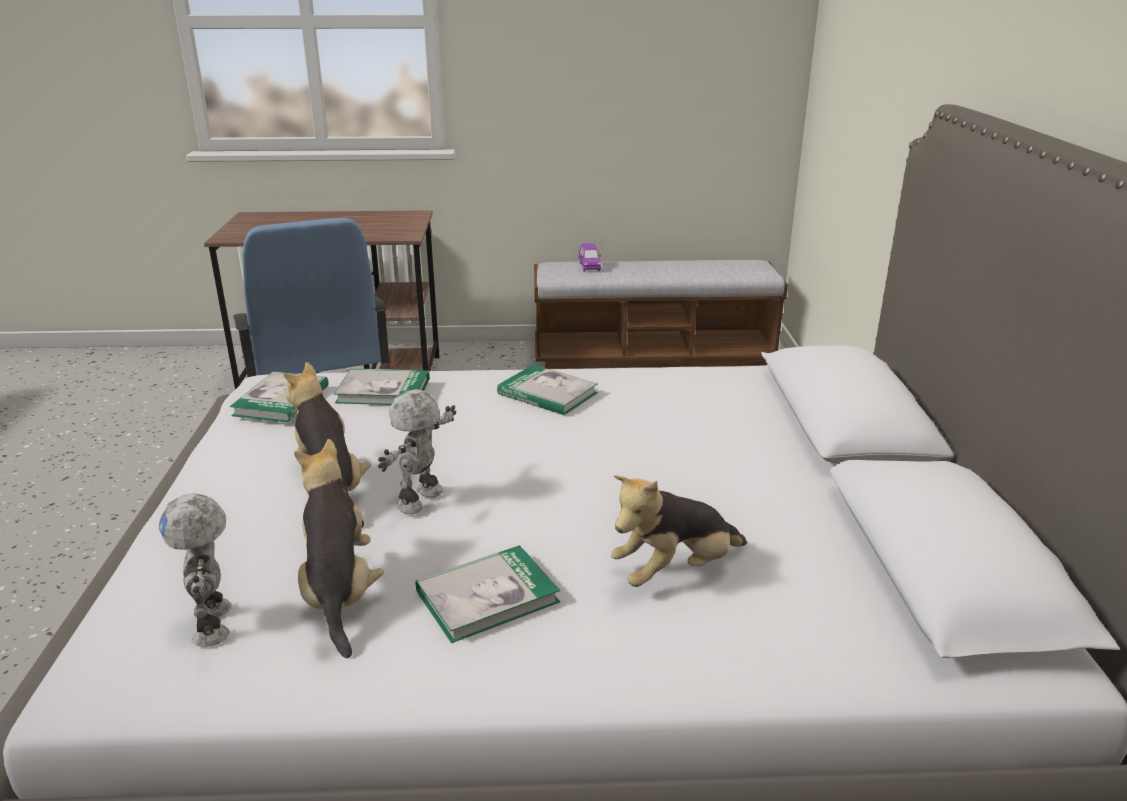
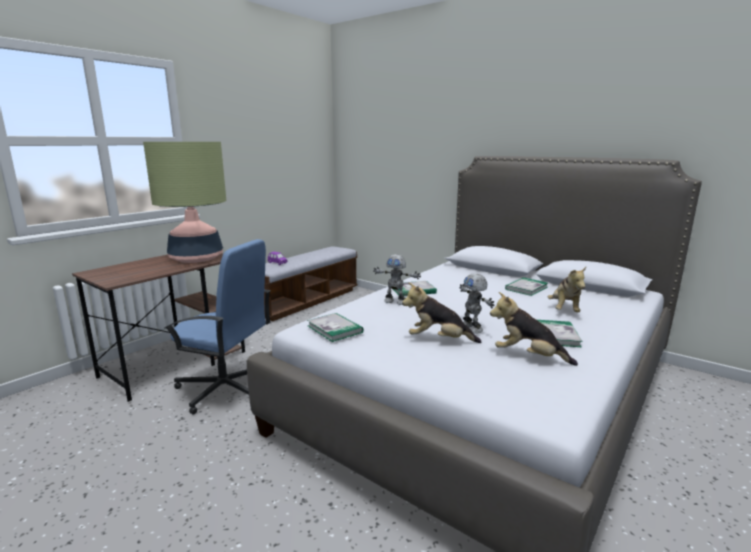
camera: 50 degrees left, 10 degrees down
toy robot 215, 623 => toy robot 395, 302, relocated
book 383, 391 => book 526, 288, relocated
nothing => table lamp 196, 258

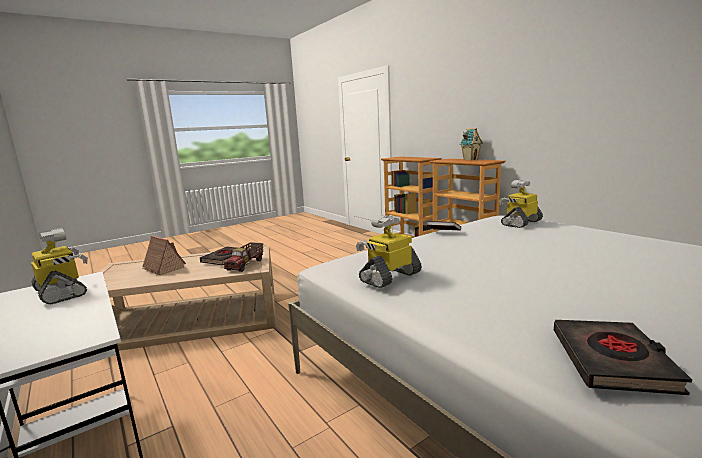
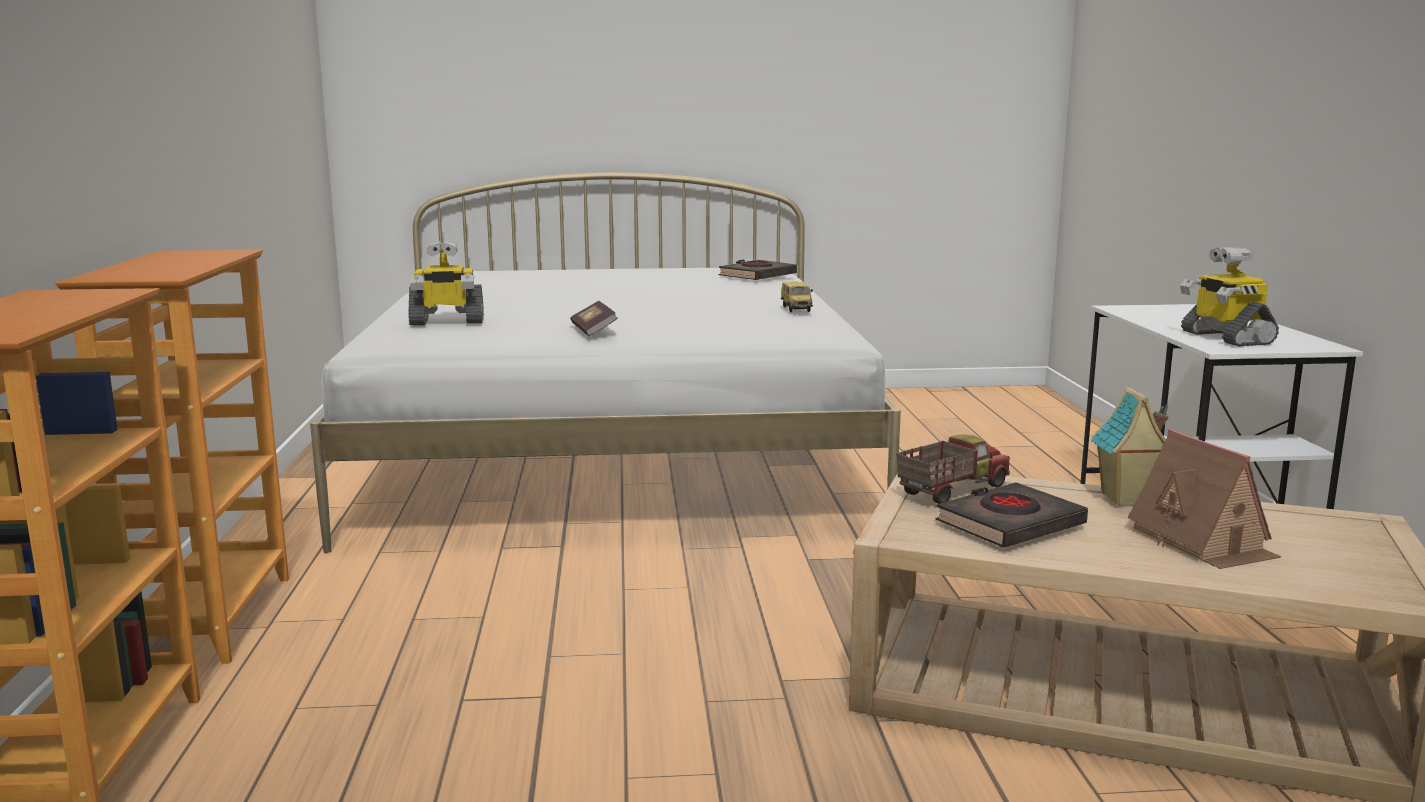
camera: 150 degrees left, 0 degrees up
toy robot 389, 277 => toy car 797, 309
toy house 470, 159 => toy house 1126, 499, relocated

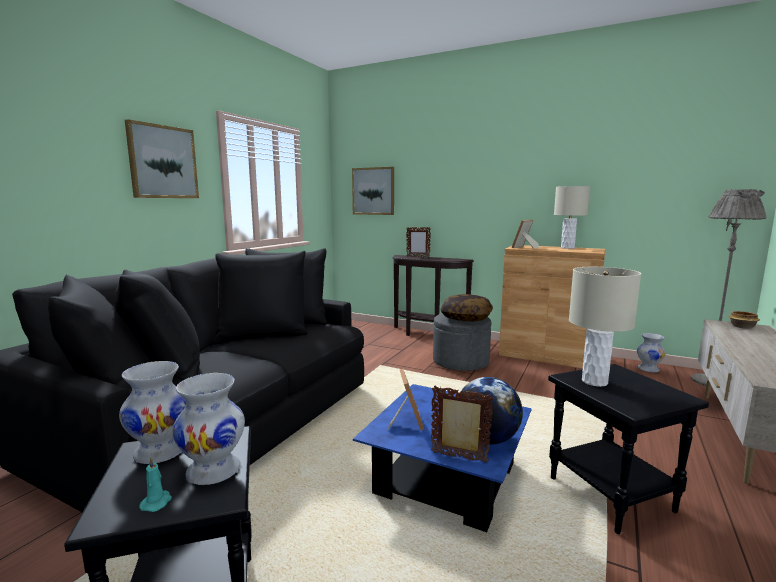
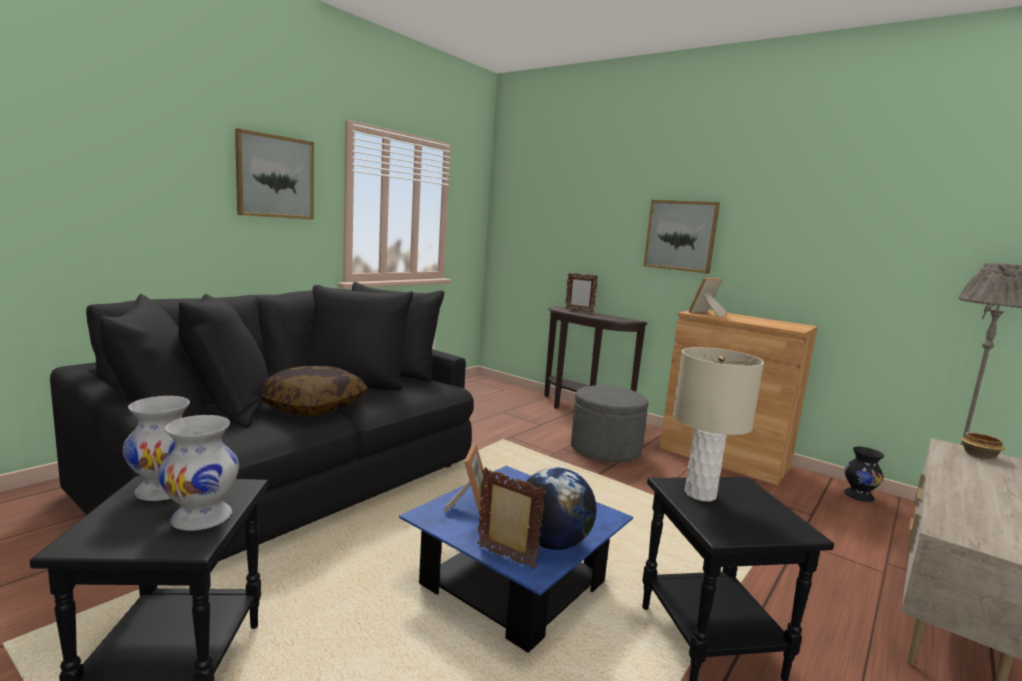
camera: 10 degrees right, 0 degrees up
candle in turquoise 157, 502 => nothing
picture 373, 191 => picture 681, 235, relocated
pillow 466, 317 => pillow 312, 407, relocated
table lamp in beige 567, 248 => nothing
vase in white 648, 369 => vase in black 858, 496

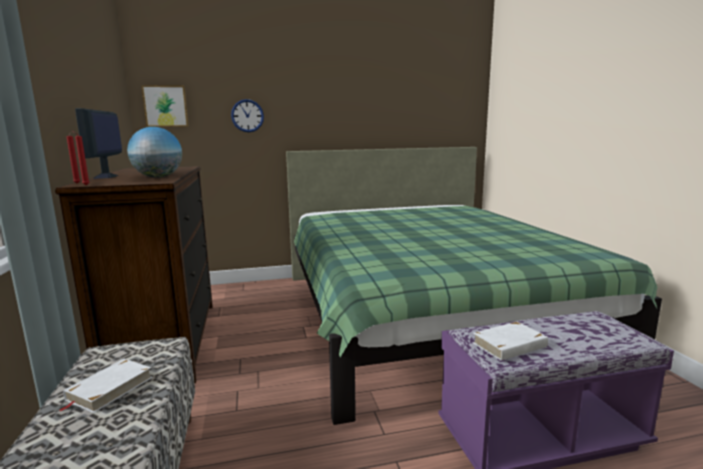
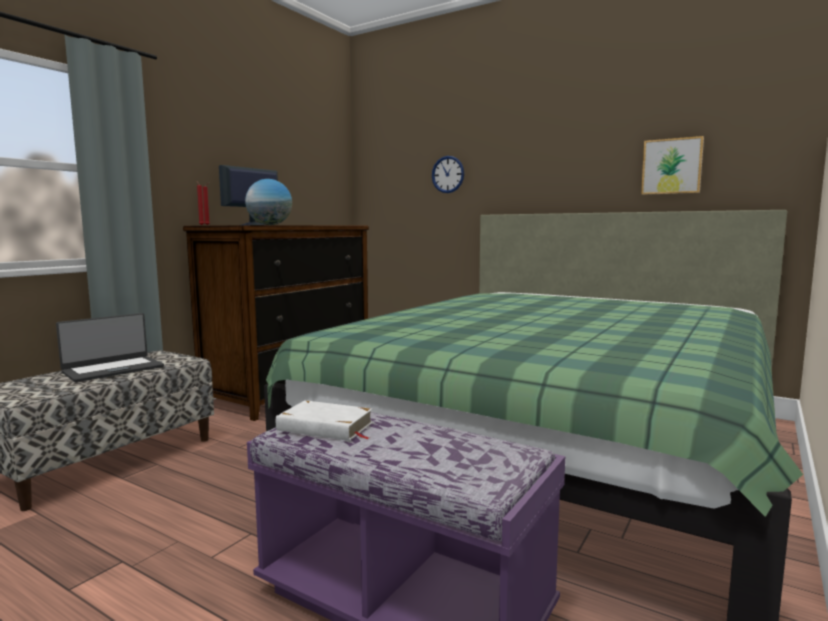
camera: 45 degrees right, 5 degrees down
book in white 109, 388 => laptop 113, 369
picture 166, 106 => picture 672, 166, relocated

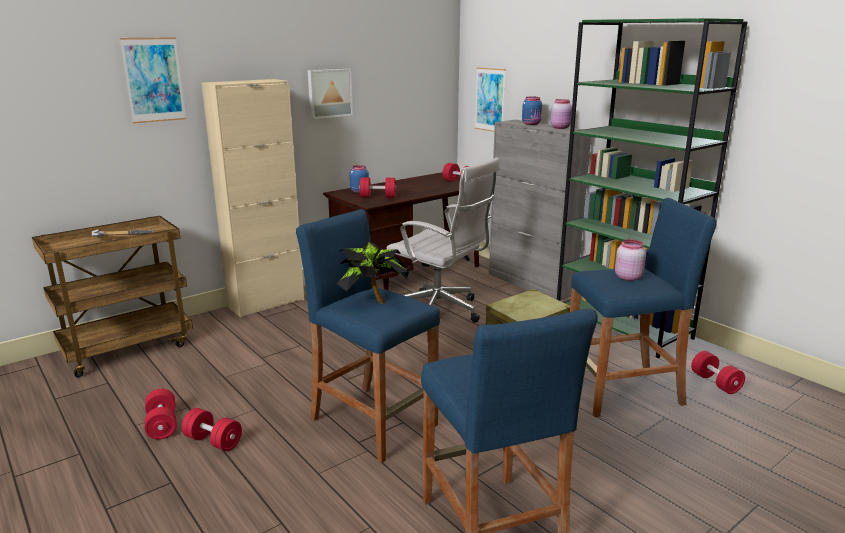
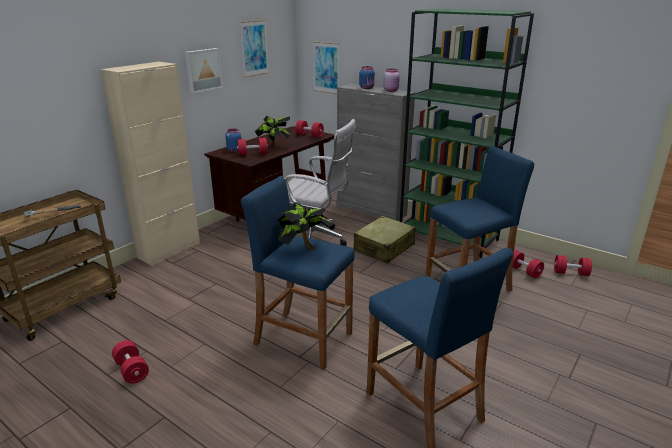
camera: 15 degrees left, 5 degrees up
picture 154, 80 => picture 254, 48, relocated
dumbbell in red 213, 441 => dumbbell in red 570, 273, relocated
jar in pink 628, 277 => nothing
nothing => potted plant 274, 146

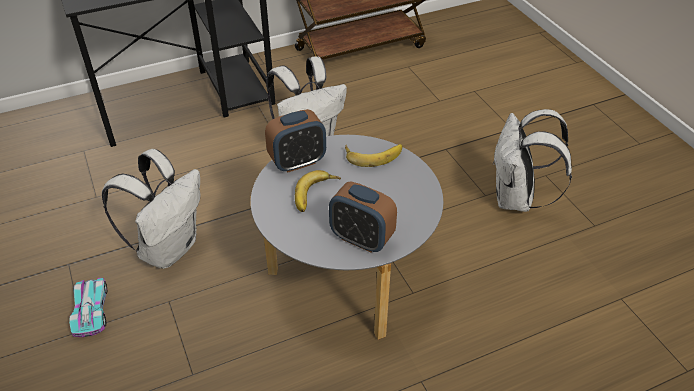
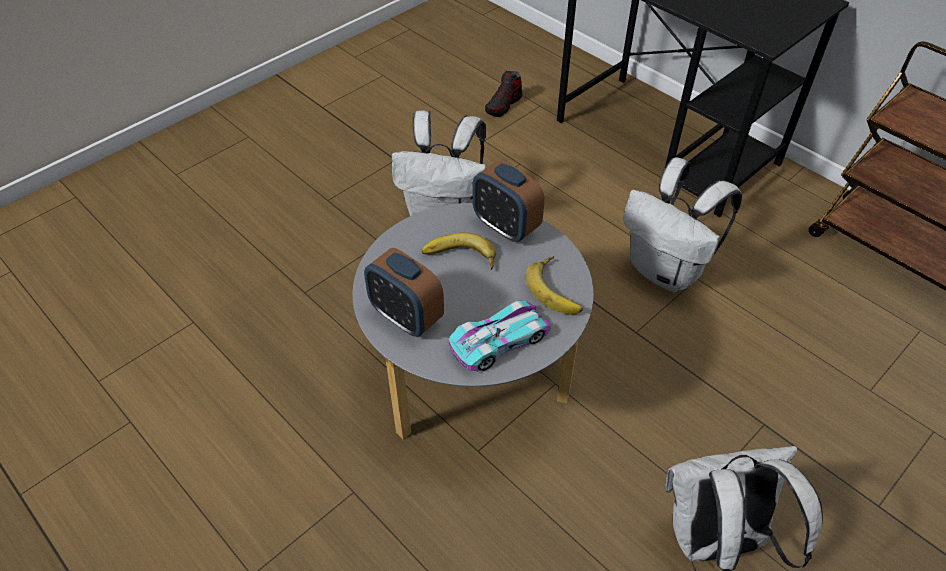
camera: 70 degrees right, 5 degrees up
toy car 91, 310 => toy car 499, 340, relocated
alarm clock 361, 239 => alarm clock 406, 317, 60 degrees counterclockwise
nothing => shoe 503, 105

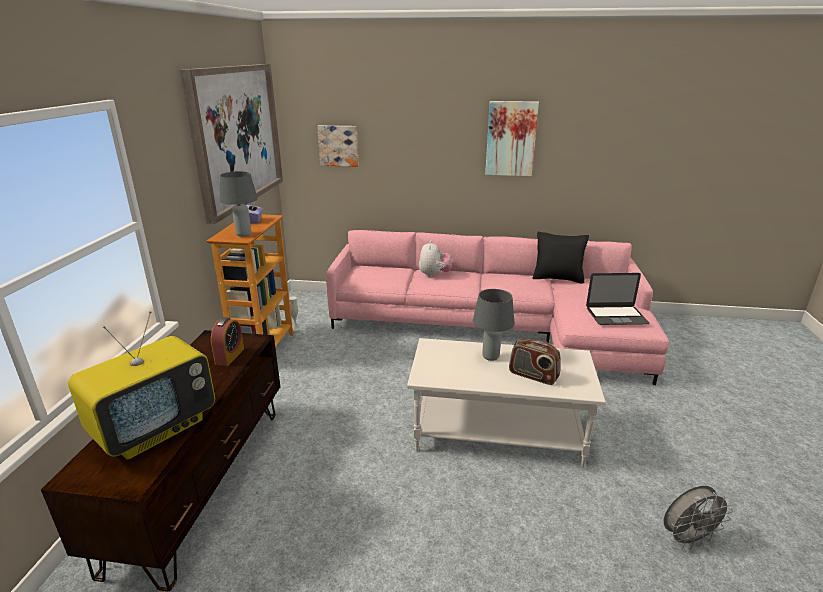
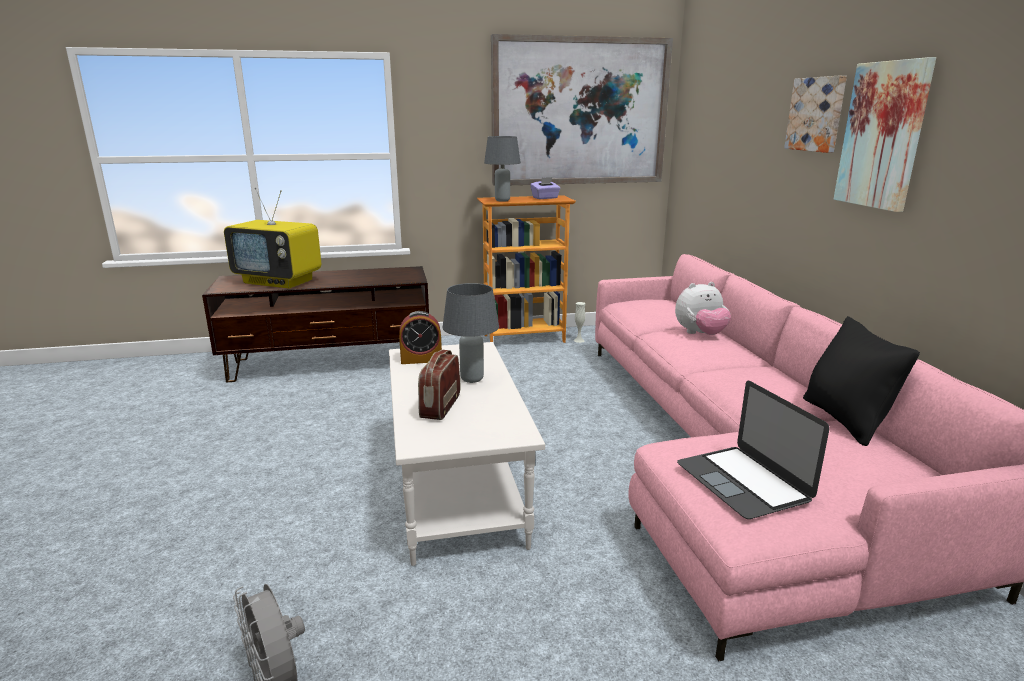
camera: 70 degrees right, 5 degrees down
alarm clock 229, 356 => alarm clock 421, 359, relocated
picture 338, 145 => picture 817, 114, relocated

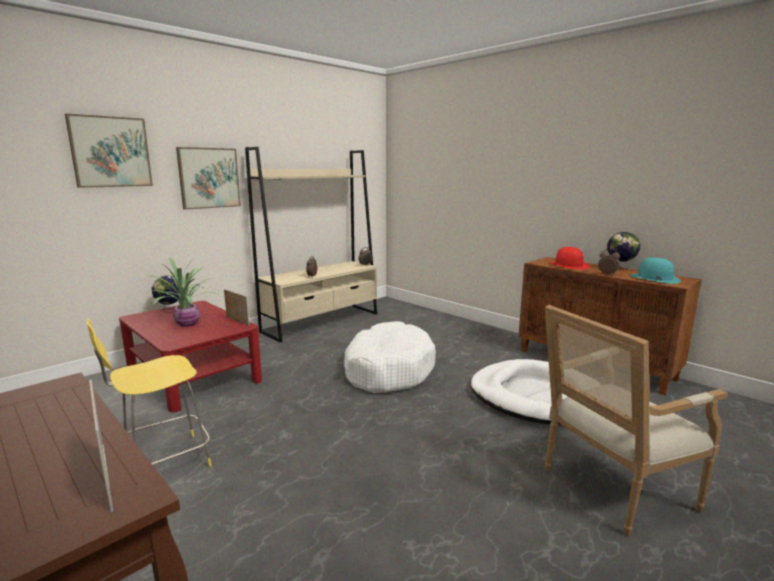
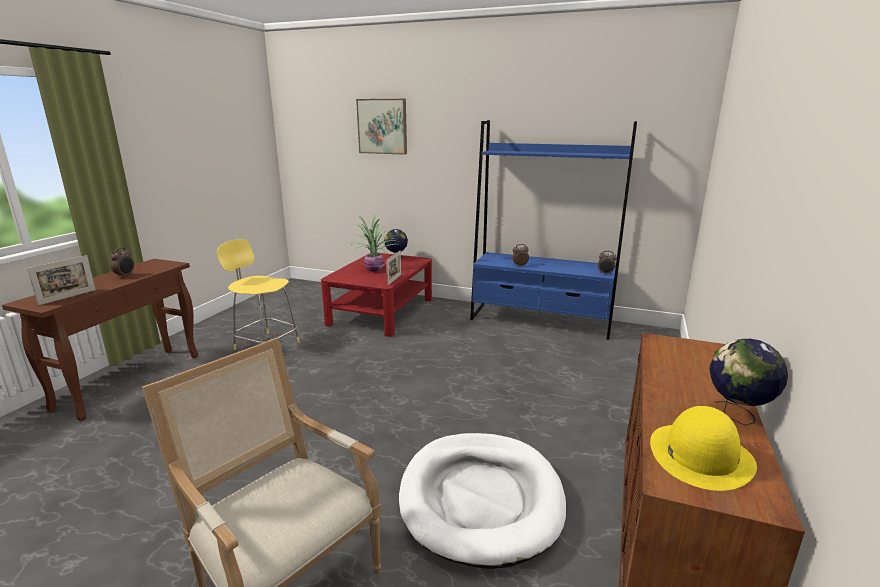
camera: 65 degrees right, 5 degrees up
picture 209, 178 => nothing
bookcase in beige 322, 322 => bookcase in blue 540, 321
dog bed in white 388, 369 => nothing
hat in red 569, 265 => nothing
alarm clock 607, 274 => alarm clock 125, 275, relocated
hat in turquoise 654, 278 => hat in yellow 700, 455

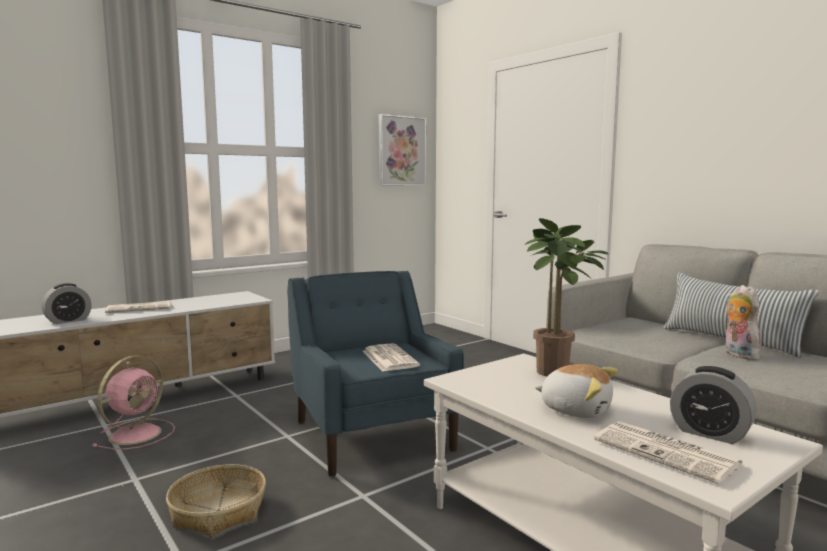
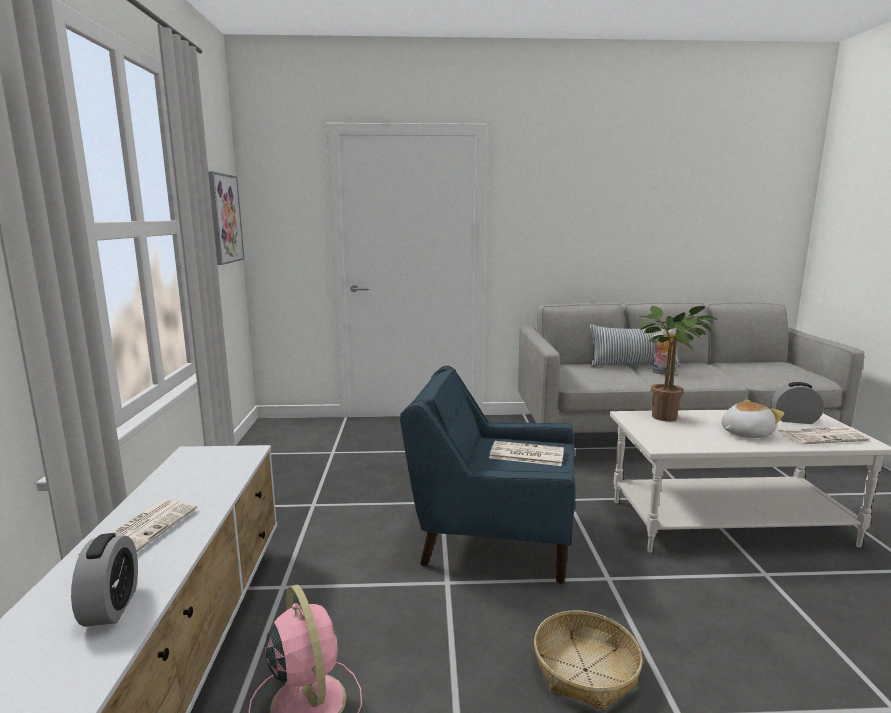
camera: 55 degrees left, 5 degrees up
alarm clock 709, 433 => alarm clock 794, 420, 150 degrees counterclockwise

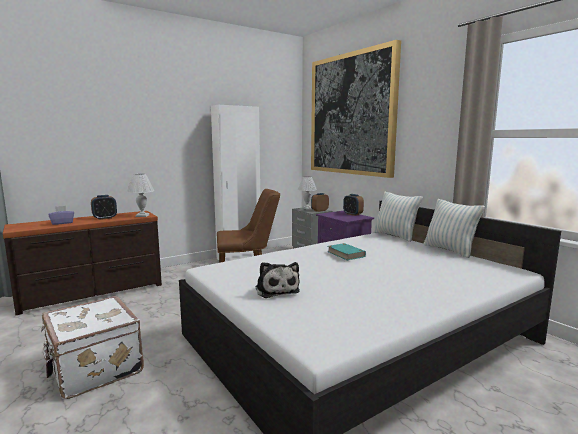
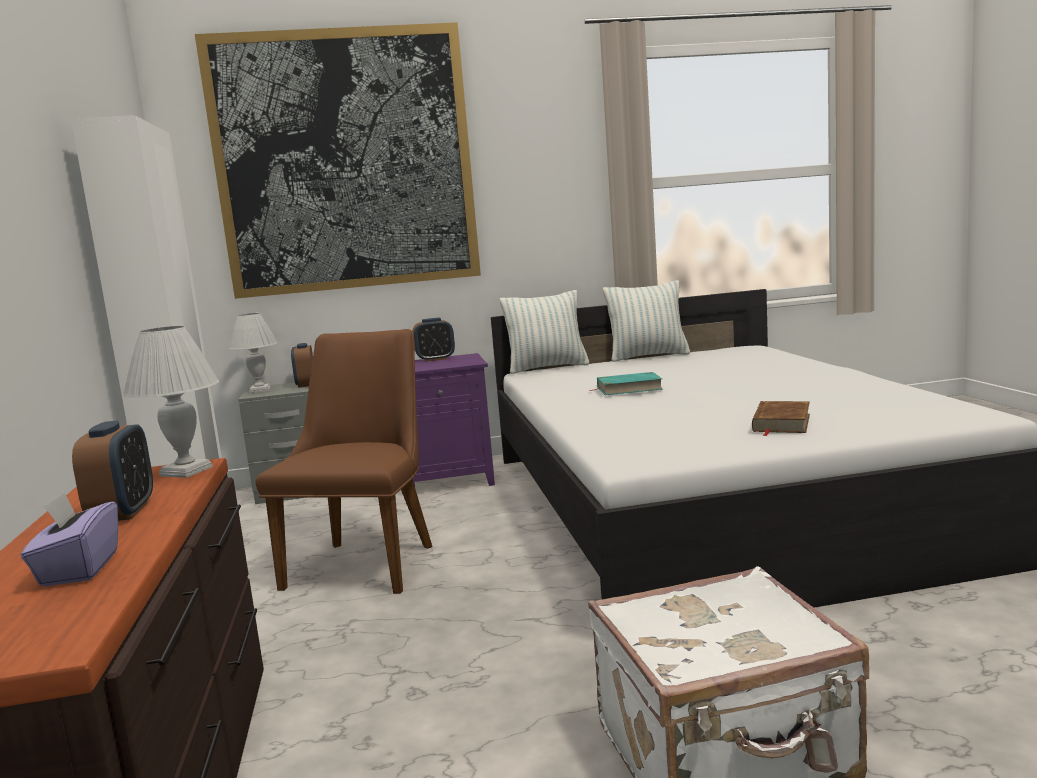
camera: 65 degrees left, 0 degrees up
plush toy 276, 290 => book in brown 781, 423

